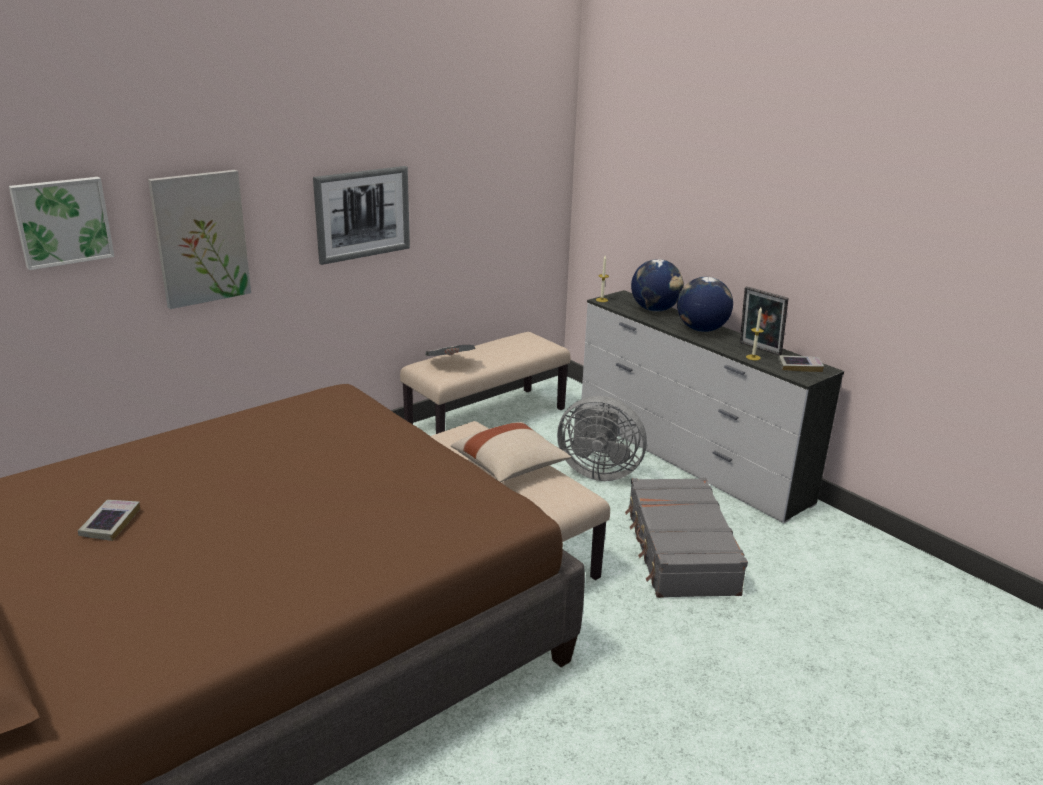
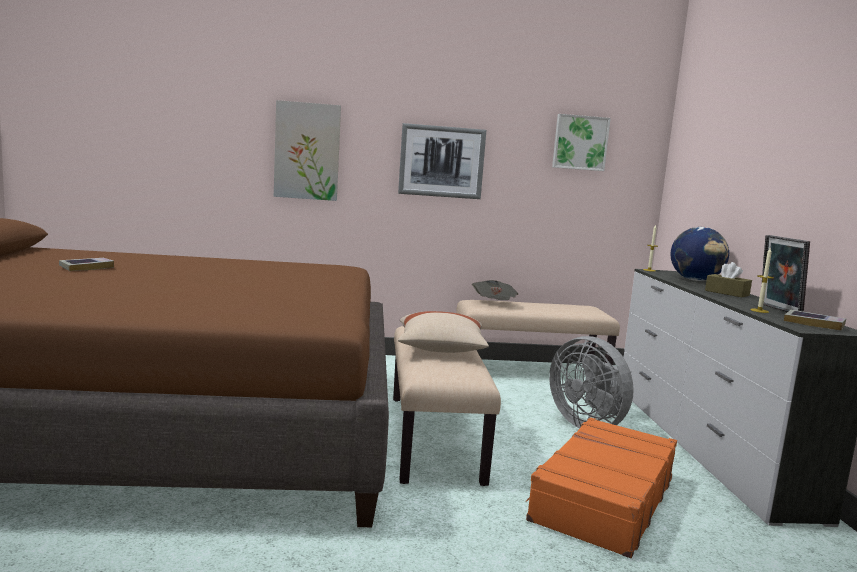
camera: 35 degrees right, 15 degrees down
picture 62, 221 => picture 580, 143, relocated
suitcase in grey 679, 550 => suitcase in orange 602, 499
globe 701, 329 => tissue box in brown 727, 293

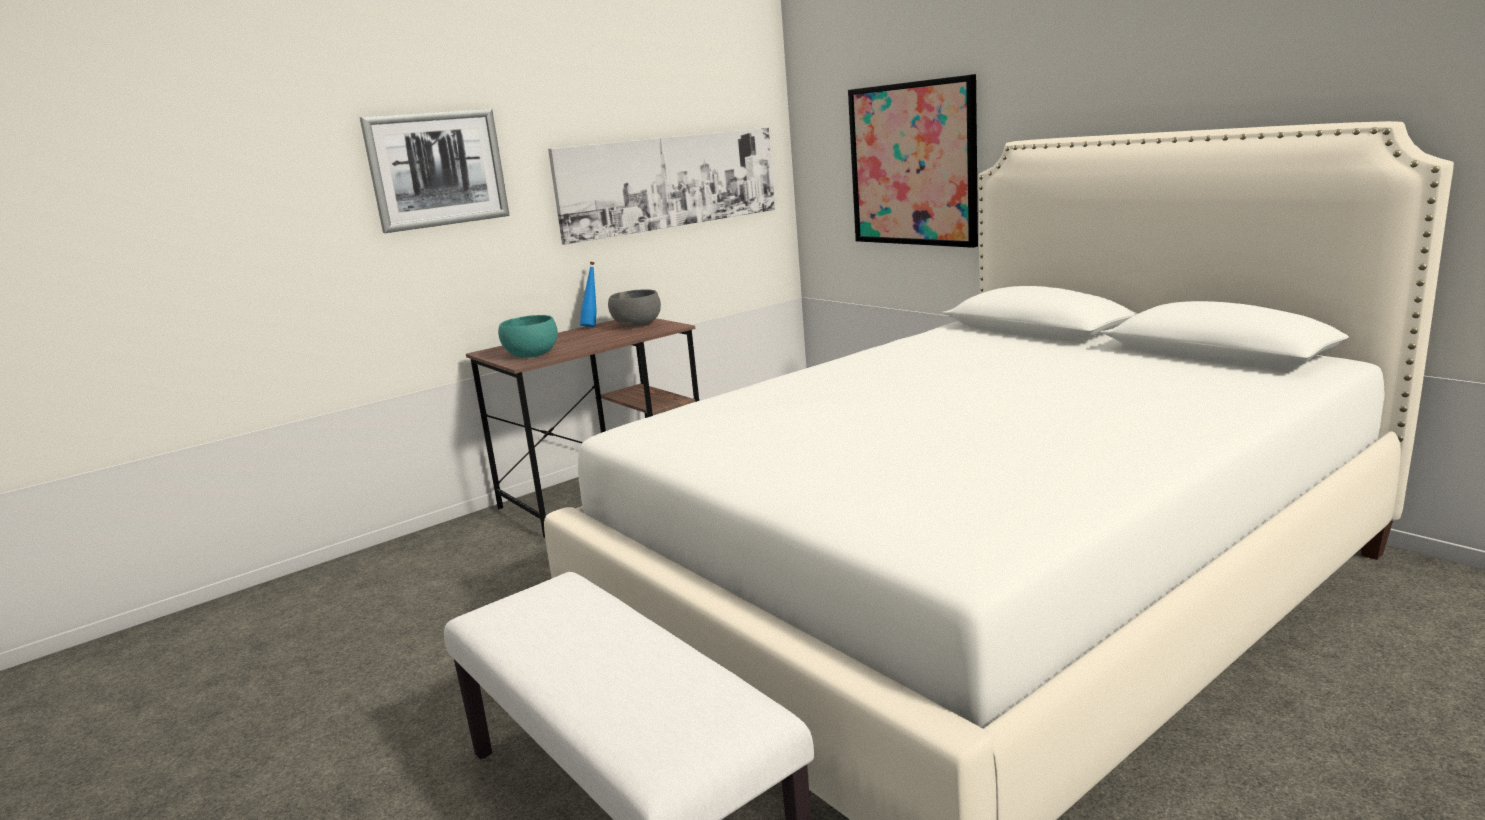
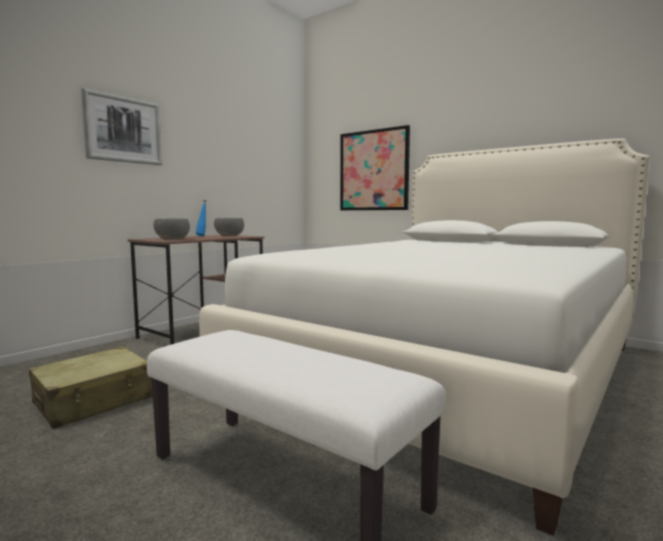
camera: 15 degrees left, 10 degrees down
bowl in turquoise 532, 354 => bowl in grey 172, 239
picture 670, 182 => nothing
nothing => suitcase in beige 94, 401

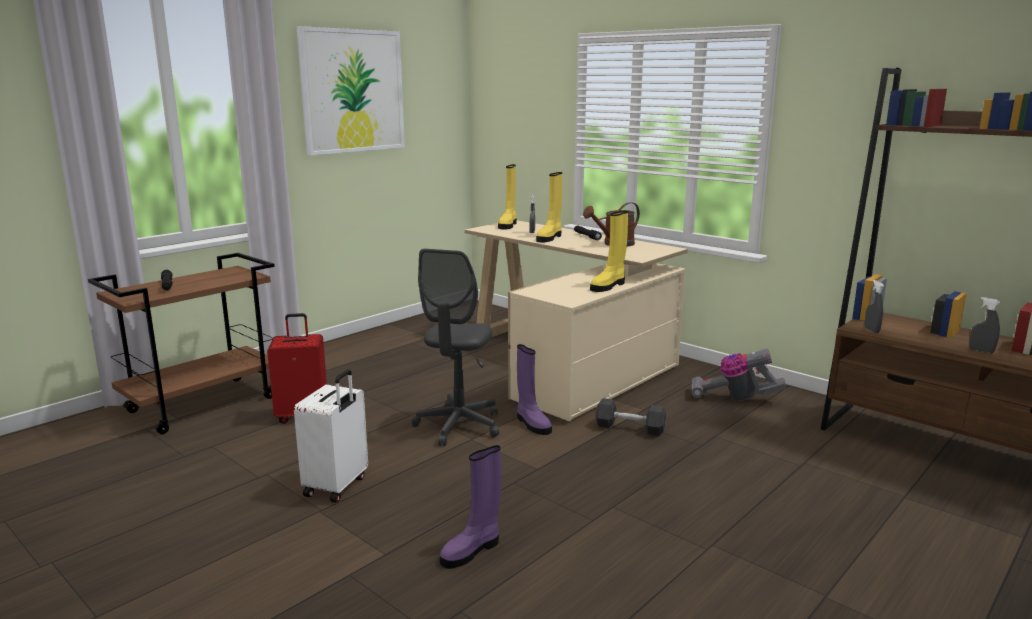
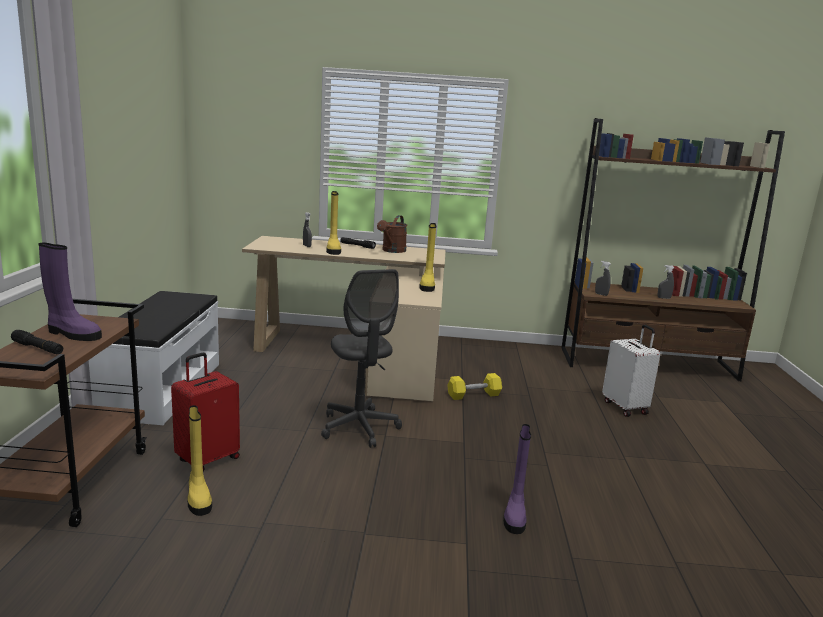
camera: 40 degrees left, 0 degrees up
suitcase in white 337, 486 => suitcase in white 625, 407, relocated
picture 352, 91 => nothing
boot in yellow 508, 225 => boot in yellow 198, 497, relocated
boot in purple 532, 424 => boot in purple 72, 334, relocated
dumbbell in grey 630, 428 => dumbbell in yellow 473, 395
vacuum cleaner 734, 399 => nothing
nothing => bench in white 161, 389

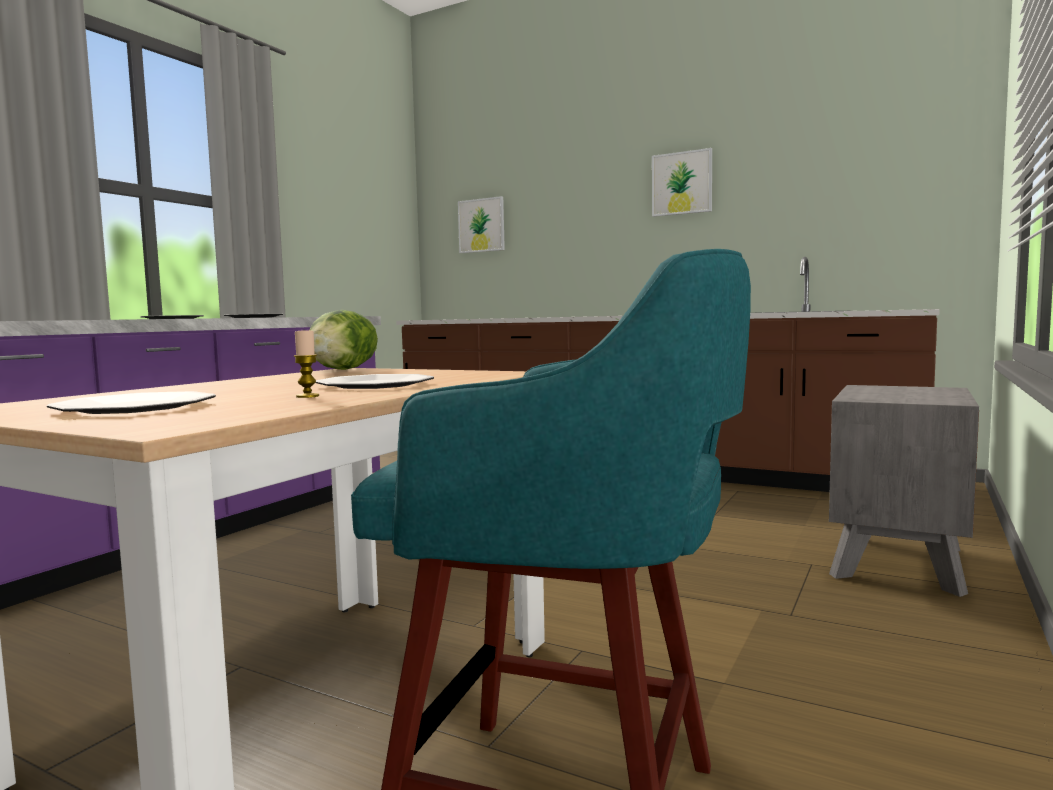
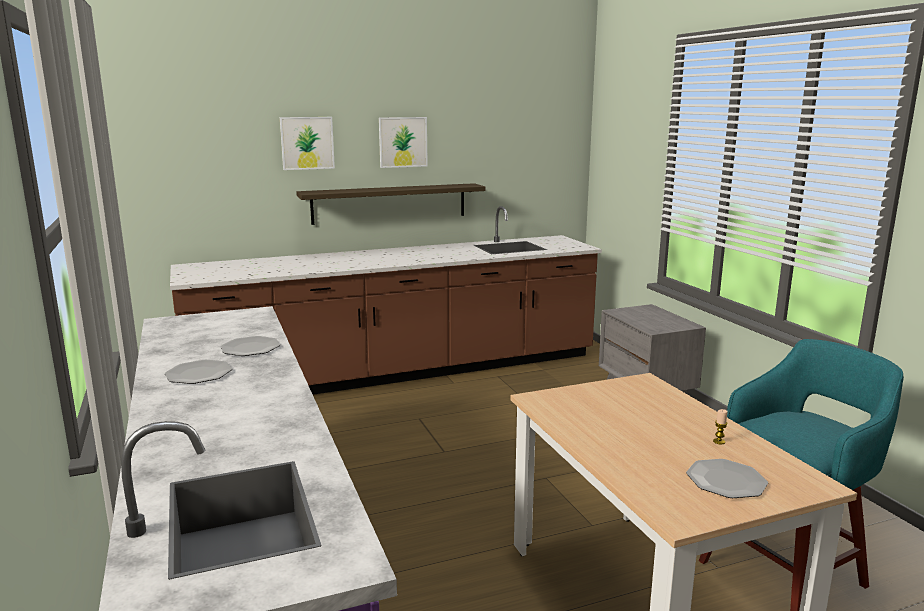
camera: 50 degrees left, 10 degrees up
lettuce 342, 370 => nothing
plate 375, 385 => nothing
picture 481, 225 => picture 307, 143, relocated
nothing => shelf 389, 203

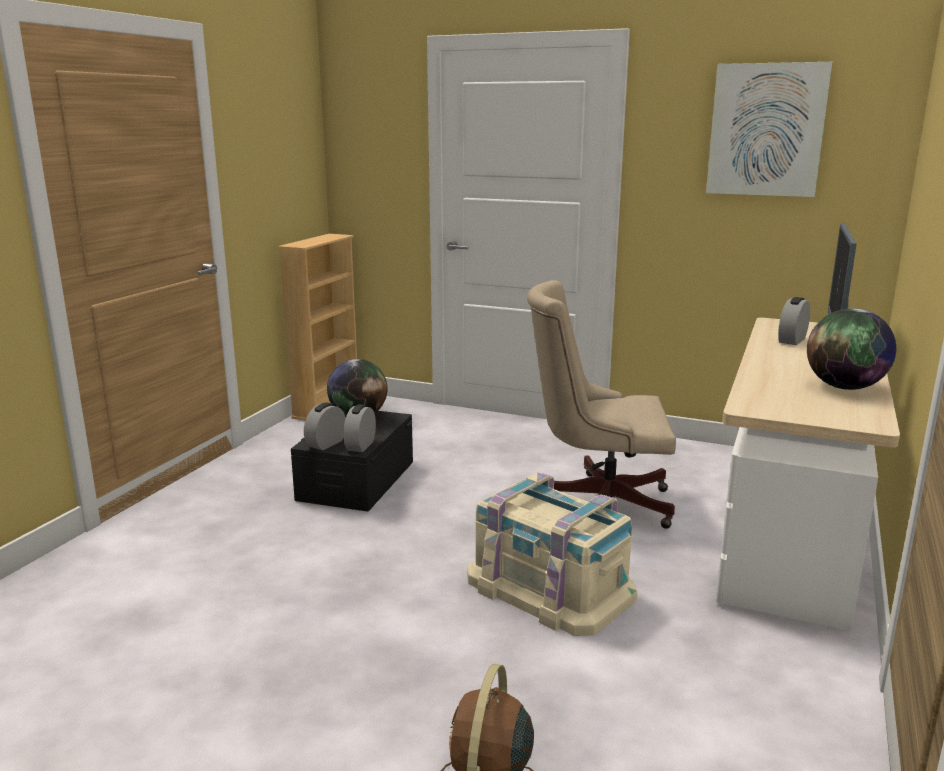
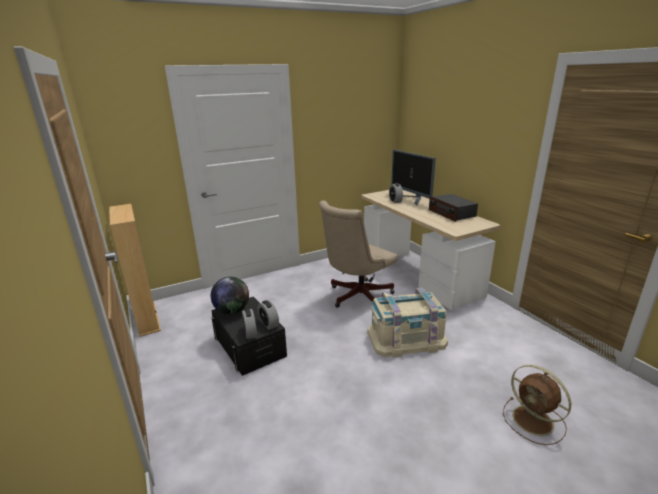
camera: 50 degrees left, 5 degrees up
picture 766, 130 => nothing
globe 844, 387 => radio 451, 213

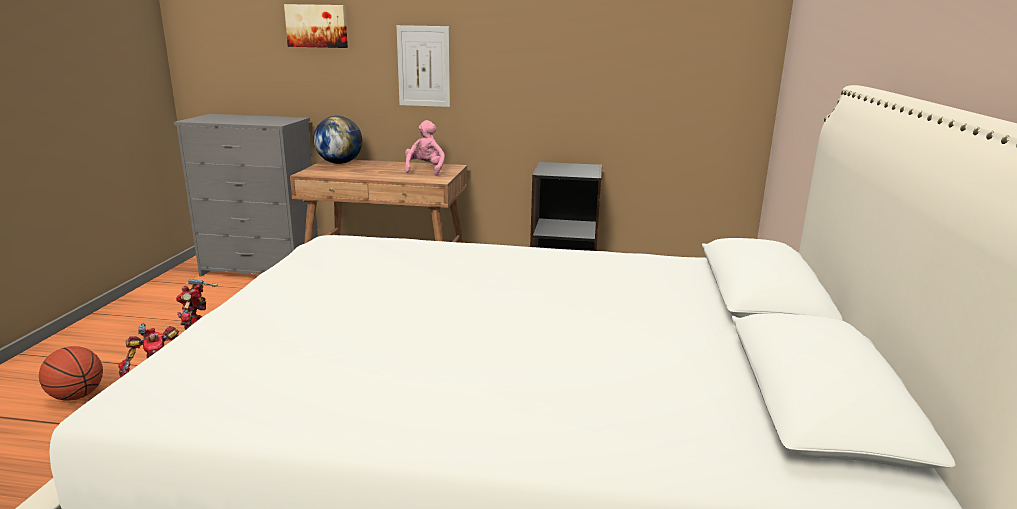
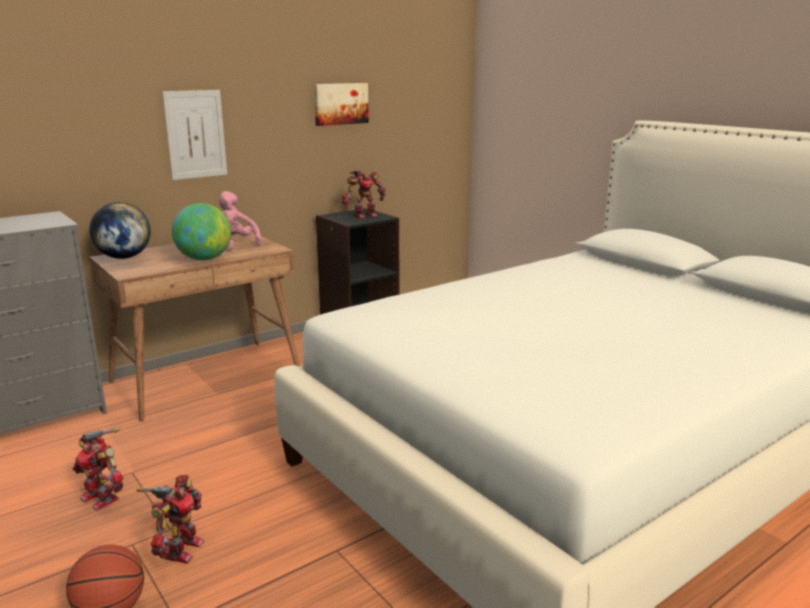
camera: 45 degrees left, 0 degrees up
picture 317, 26 => picture 340, 103, relocated
nothing => globe 204, 259
nothing => toy robot 364, 215

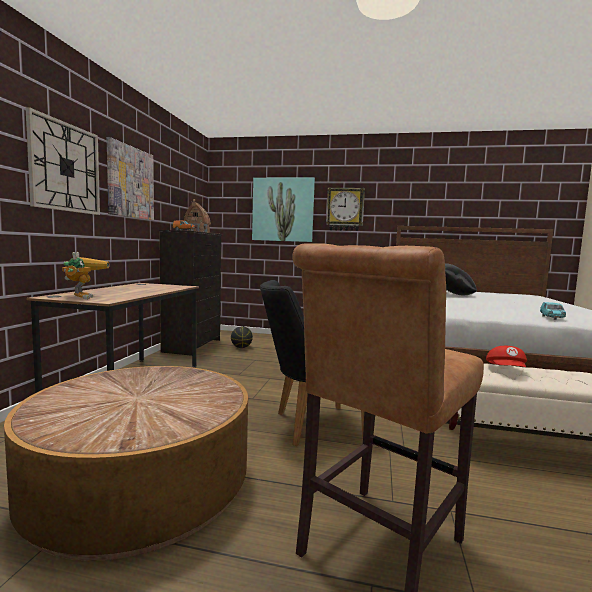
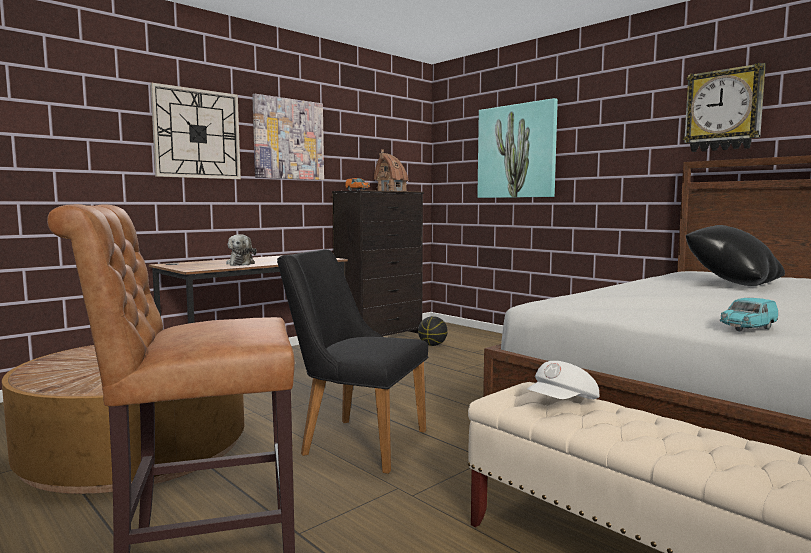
camera: 35 degrees right, 0 degrees up
toy robot 82, 297 => nothing
wall clock 345, 209 => wall clock 723, 110, relocated
cap in red 506, 370 => cap in white 563, 404
nothing => plush toy 241, 263

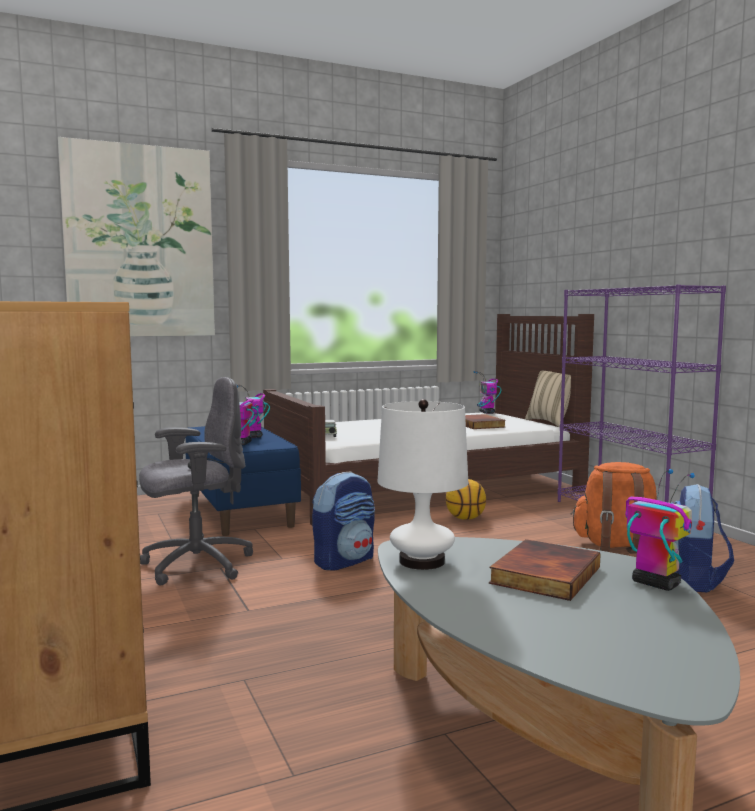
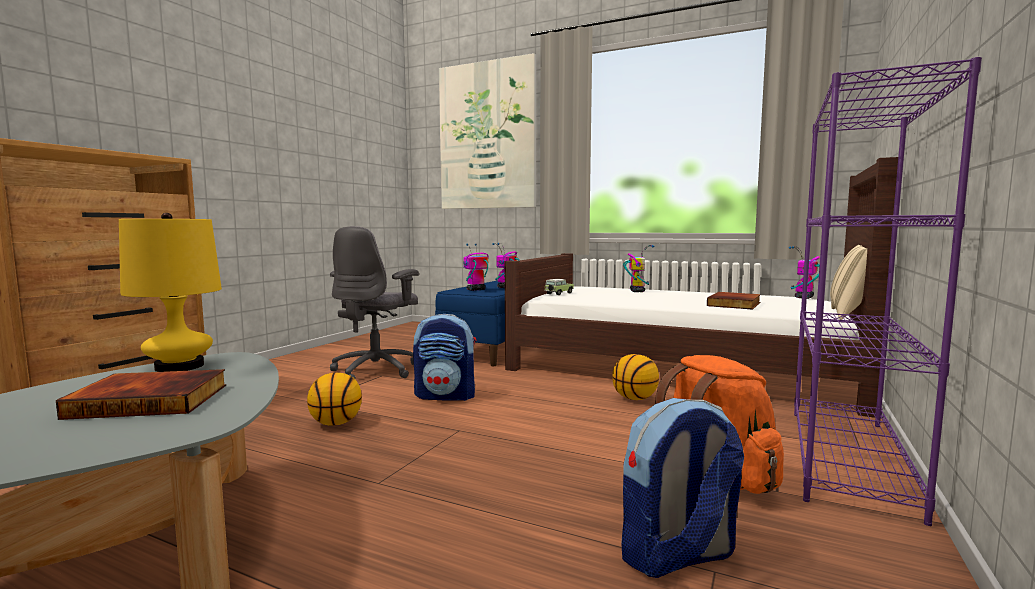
camera: 50 degrees right, 0 degrees up
office chair in grey 195, 565 => office chair in grey 377, 370, 90 degrees clockwise
table lamp in white 422, 561 => table lamp in yellow 179, 366
toy robot 655, 583 => toy robot 637, 291, relocated
nothing => basketball 336, 423

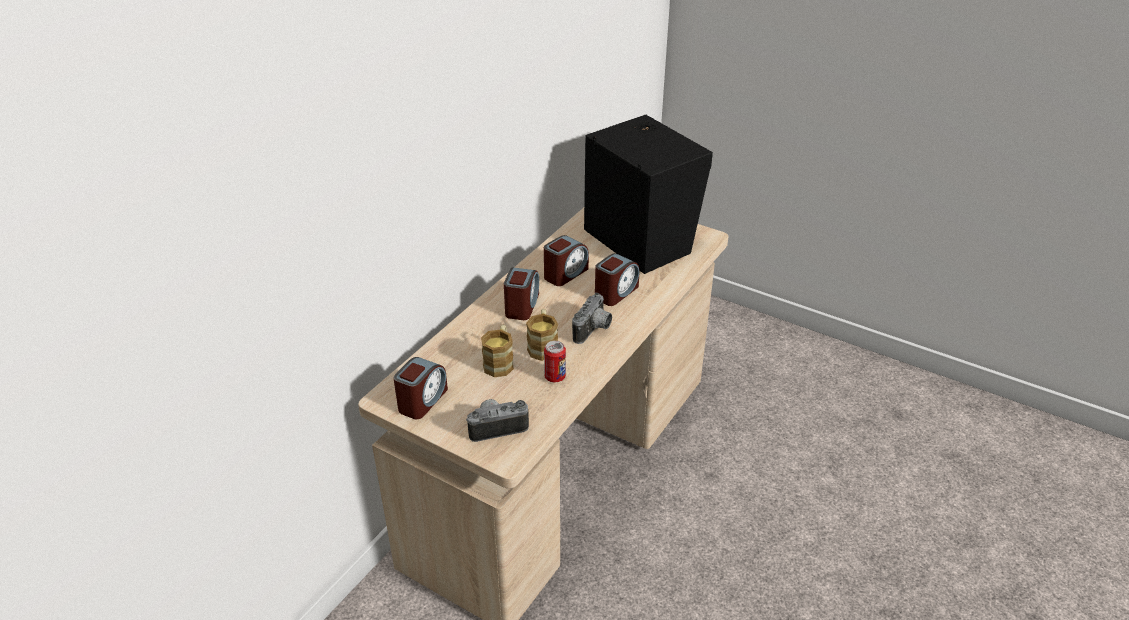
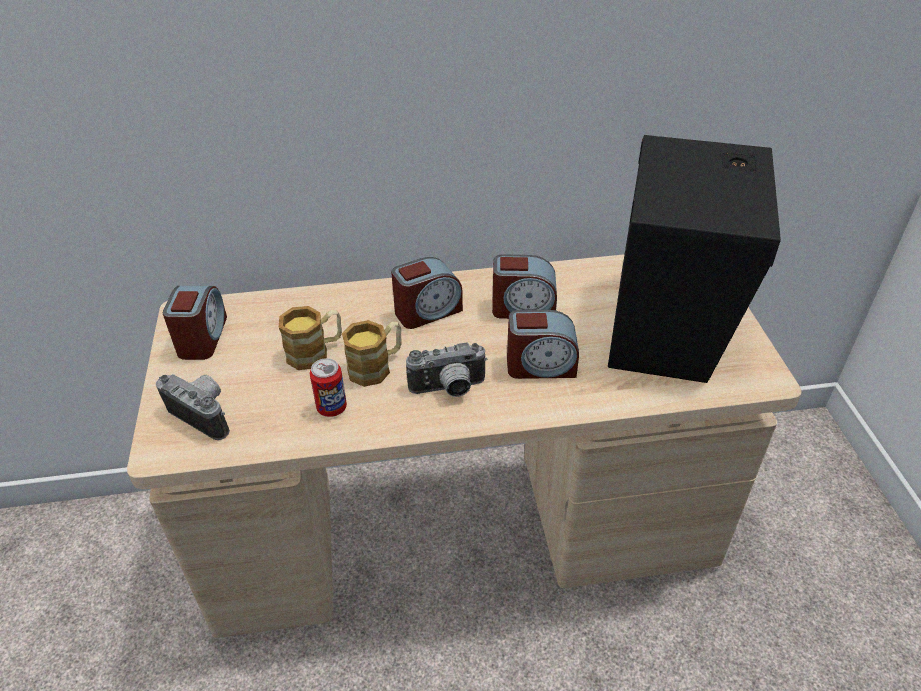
camera: 50 degrees right, 5 degrees up
alarm clock 422, 401 => alarm clock 202, 337, 75 degrees counterclockwise

